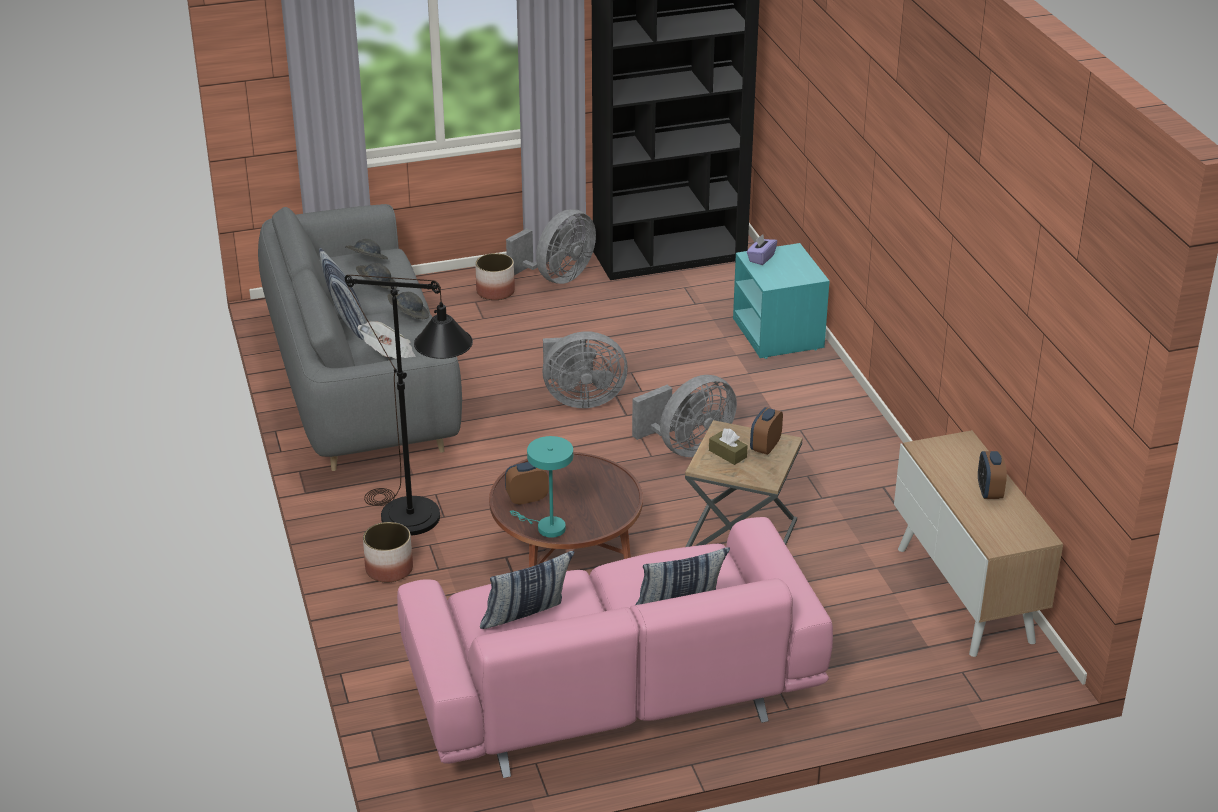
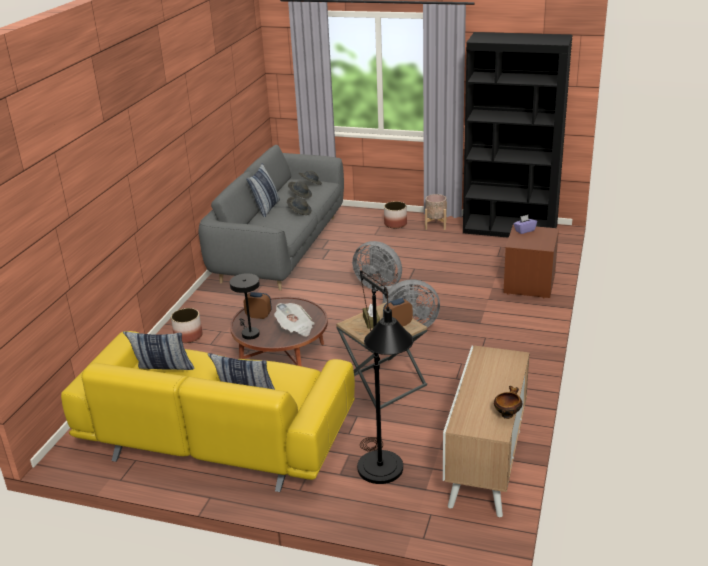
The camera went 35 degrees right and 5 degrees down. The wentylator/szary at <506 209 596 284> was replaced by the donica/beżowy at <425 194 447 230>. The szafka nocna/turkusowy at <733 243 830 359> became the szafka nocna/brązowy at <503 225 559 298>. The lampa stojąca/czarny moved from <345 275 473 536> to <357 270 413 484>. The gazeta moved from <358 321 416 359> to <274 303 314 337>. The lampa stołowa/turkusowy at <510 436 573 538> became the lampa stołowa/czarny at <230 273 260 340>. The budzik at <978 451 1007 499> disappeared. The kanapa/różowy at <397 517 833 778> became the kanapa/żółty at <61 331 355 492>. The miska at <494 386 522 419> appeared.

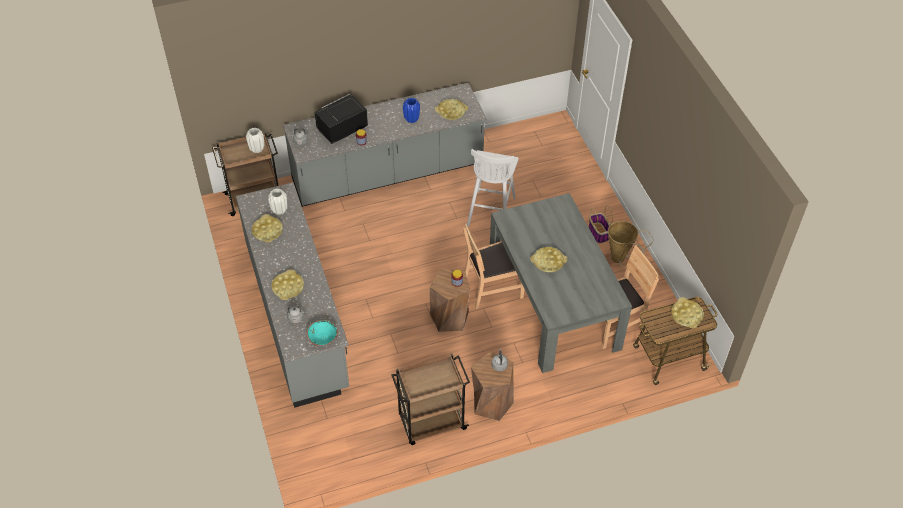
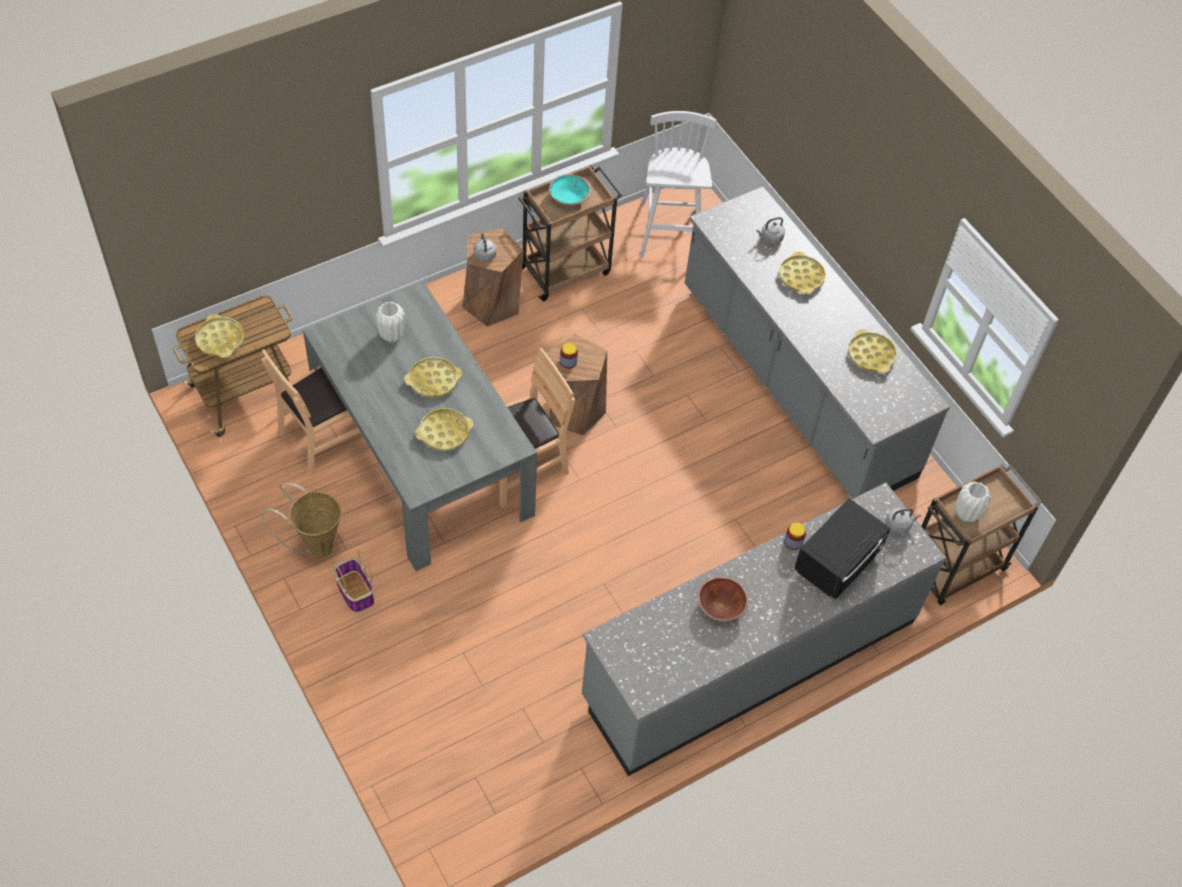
The camera went 165 degrees right and 5 degrees up. The wazon/niebieski at <403 98 420 123> was replaced by the miska/brązowy at <698 577 748 621>. The taca/żółty moved from <435 99 468 120> to <415 408 474 451>. The stołek/biały moved from <467 149 519 227> to <640 111 716 258>. The wazon/biały moved from <268 188 287 215> to <375 302 405 342>. The miska/turkusowy moved from <306 320 338 346> to <549 174 591 205>.

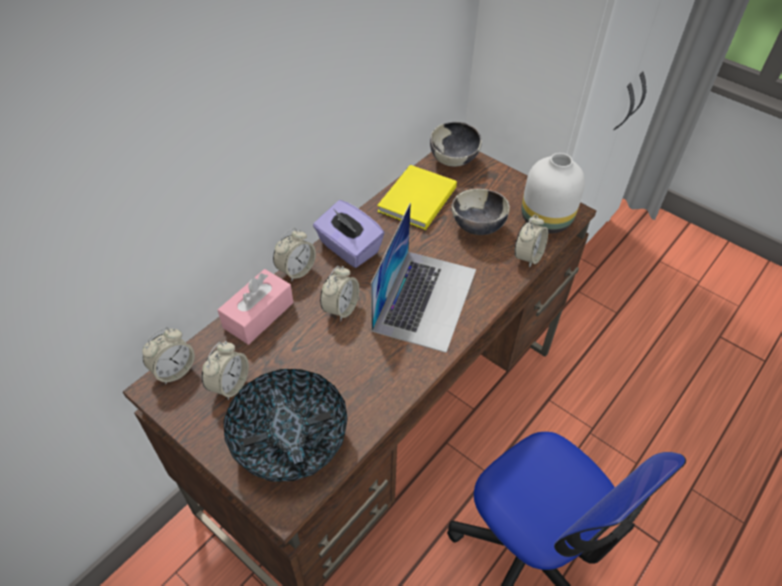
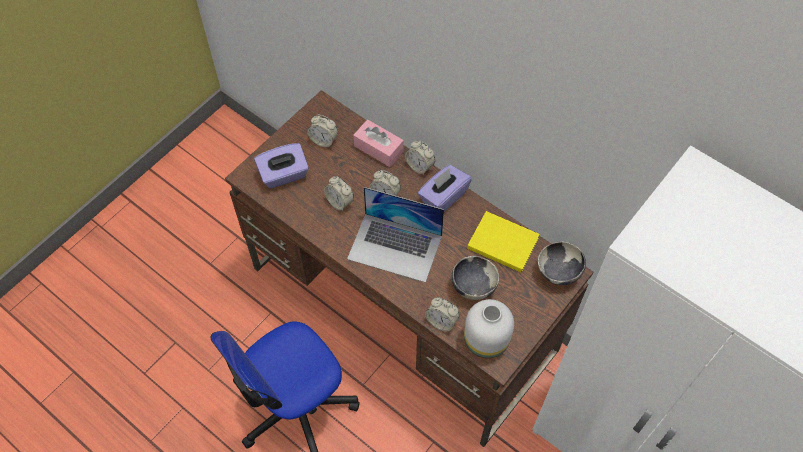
The camera went 90 degrees right and 10 degrees up. The budzik moved from <142 327 195 385> to <324 176 354 211>. The miska at <223 369 348 482> was replaced by the pudełko chusteczek/fioletowy at <254 143 309 189>.

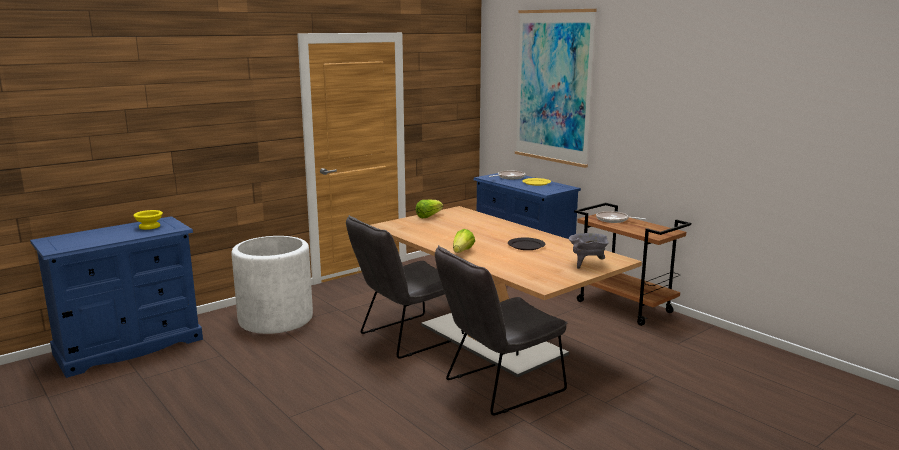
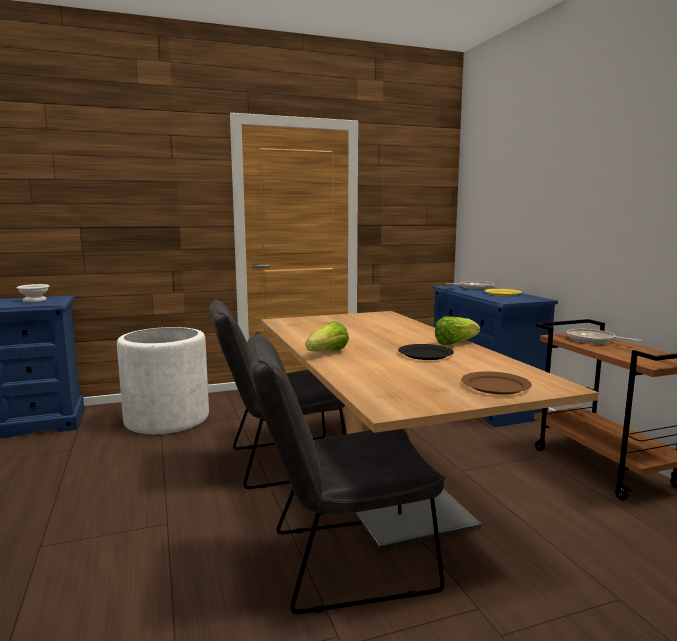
The camera went 20 degrees right and 5 degrees down. The obraz at <515 9 597 168> disappeared. The sałata moved from <416 200 443 218> to <435 316 480 345>. The miska/żółty at <133 210 163 230> became the miska/biały at <17 284 50 302>. The garnek/szary at <569 233 609 269> was replaced by the talerz/brązowy at <462 371 532 395>.

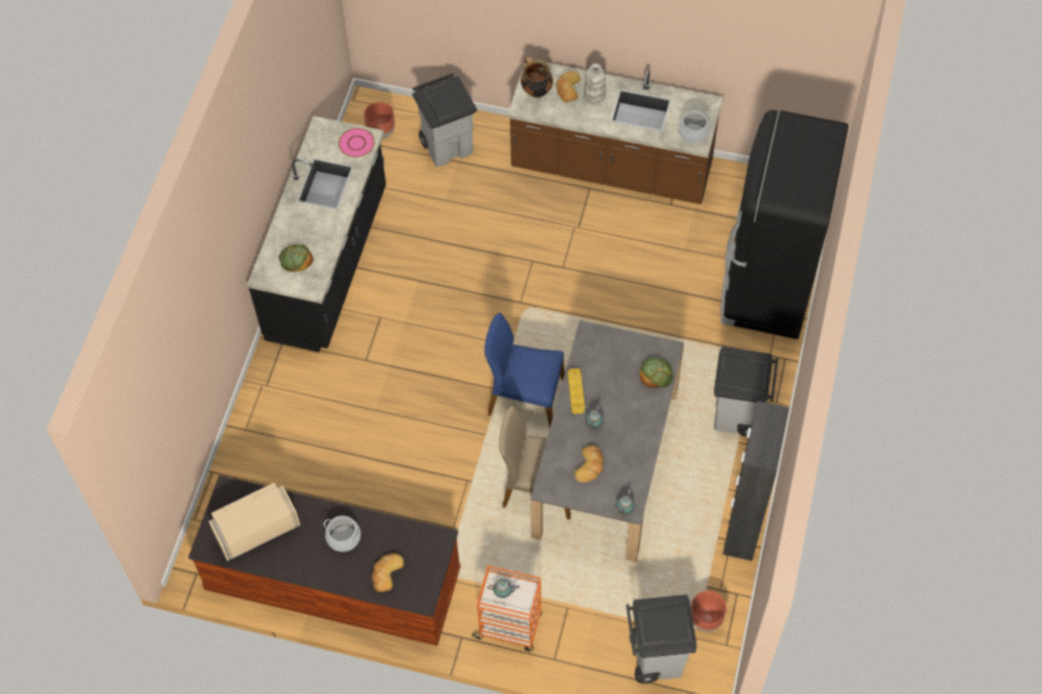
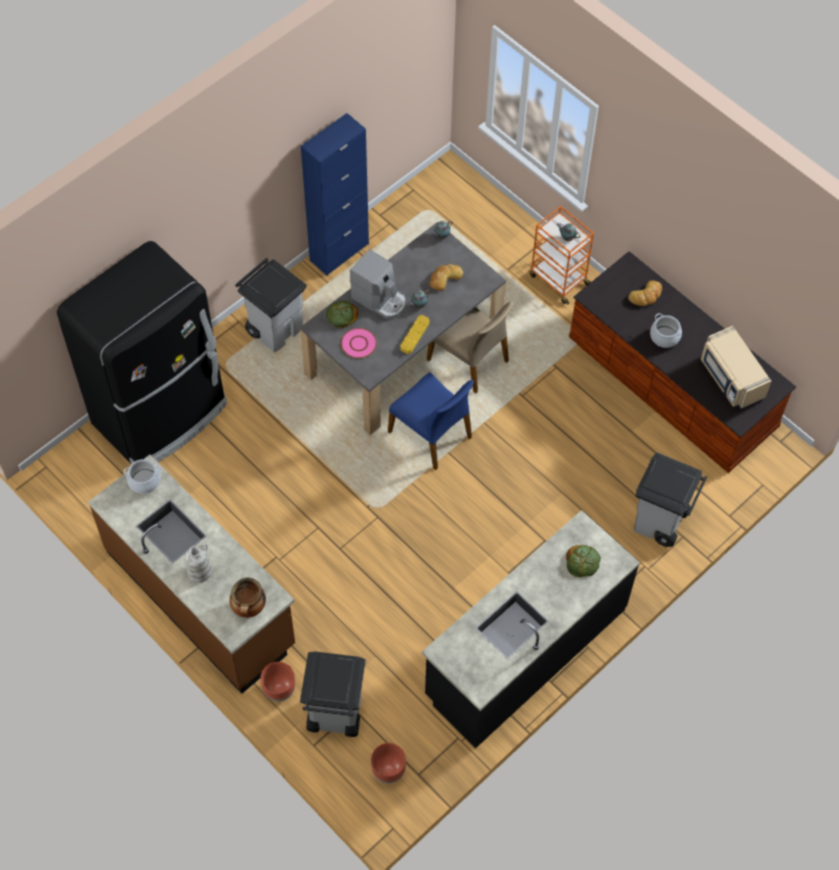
The camera went 150 degrees left and 0 degrees up. The chleb at <556 71 580 102> disappeared. The talerz/różowy moved from <339 128 375 157> to <341 328 377 358>. The szafka/czarny at <723 401 789 561> became the szafka/niebieski at <301 113 369 276>. The mikrofalówka/beżowy at <209 483 300 562> turned 60 degrees clockwise. The donica/brązowy moved from <691 591 726 632> to <260 662 295 702>. The kosz na śmieci/szary moved from <626 594 697 684> to <634 452 707 547>. The ekspres do kawy at <350 249 406 319> appeared.

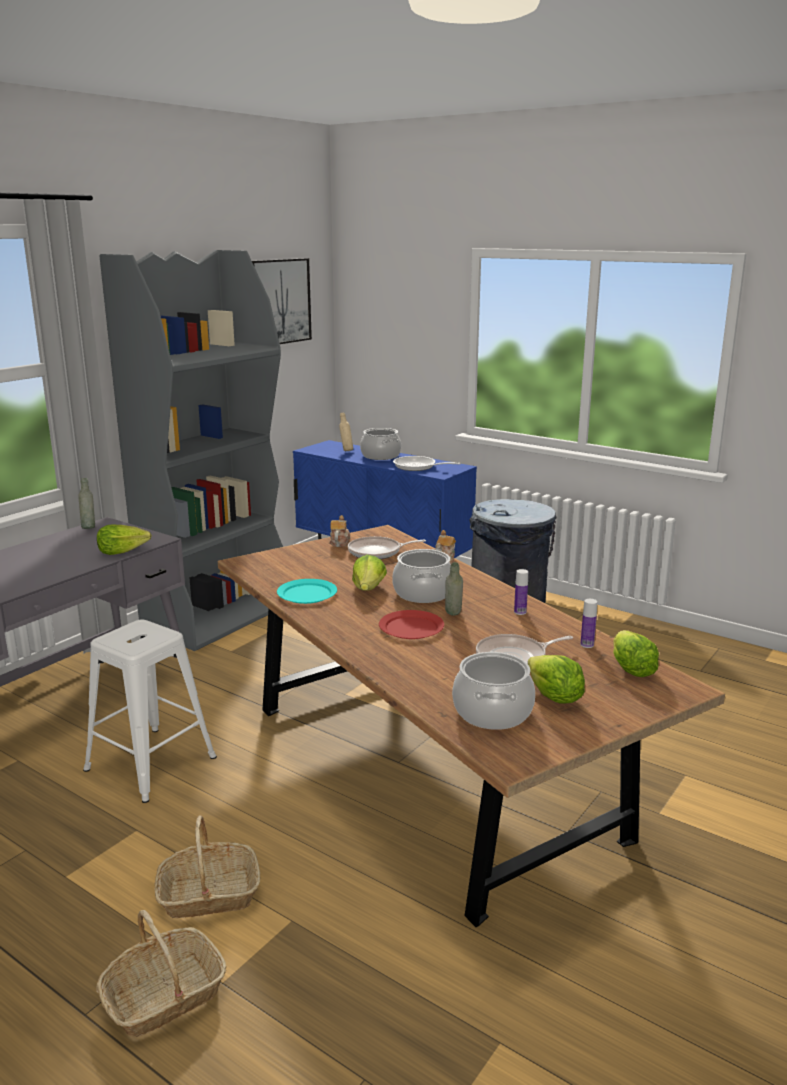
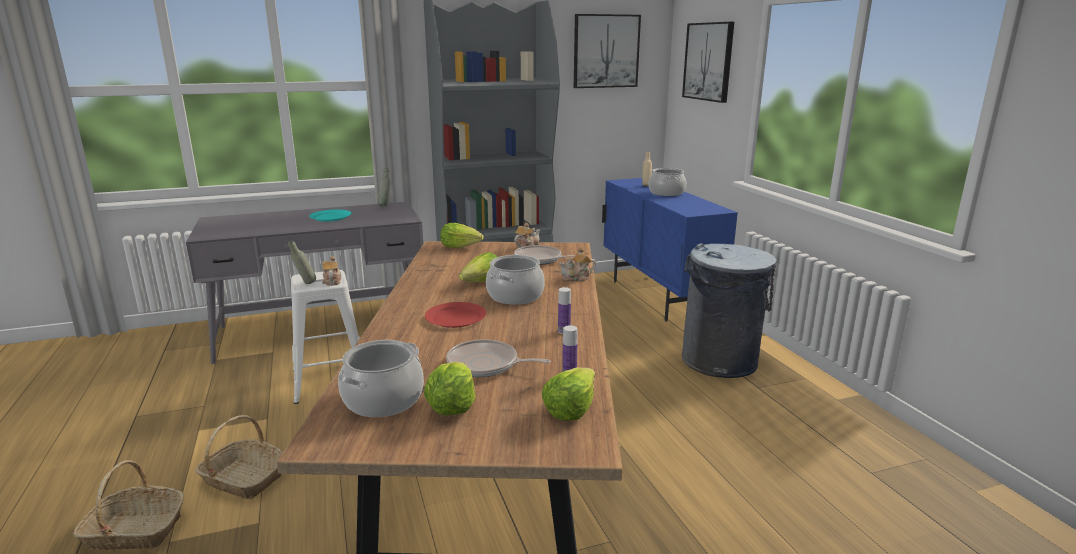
The camera went 35 degrees right and 0 degrees up. The patelnia at <393 456 461 471> disappeared. The sałata moved from <97 525 152 555> to <440 223 484 248>. The butelka/szary moved from <445 562 463 616> to <288 241 316 284>. The talerz/turkusowy moved from <277 579 337 604> to <309 209 352 221>. The obraz at <682 22 734 103> appeared. The imbryk at <322 256 341 286> appeared.

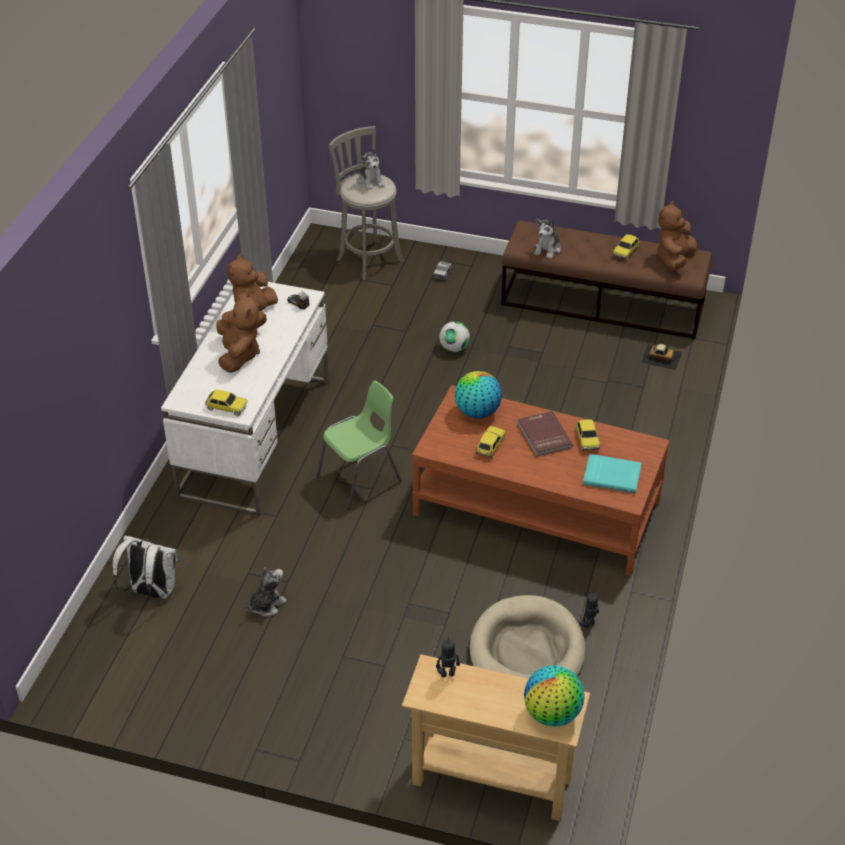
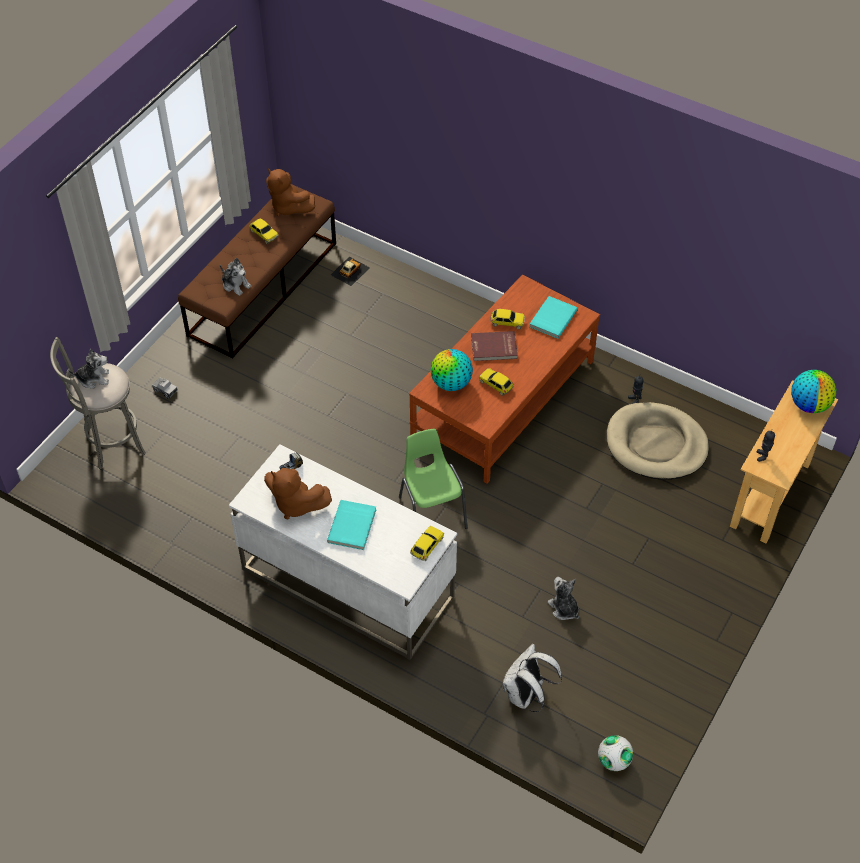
The camera went 75 degrees left and 10 degrees up. The pluszak/brązowy at <216 293 260 373> was replaced by the książka/turkusowy at <327 500 376 550>. The piłka futbolowa moved from <439 321 470 352> to <598 735 633 771>.

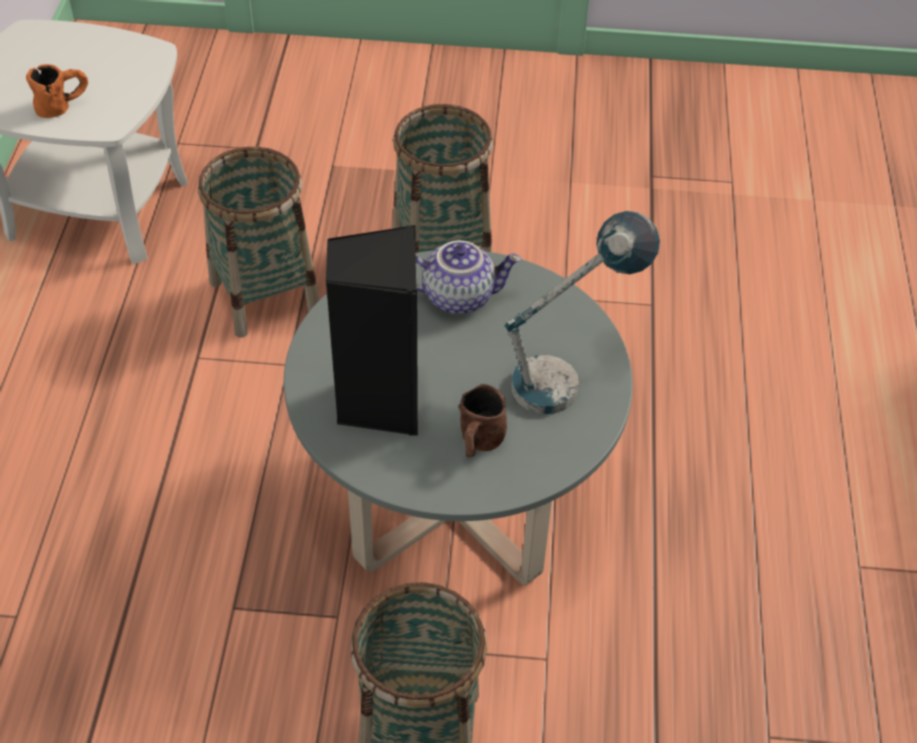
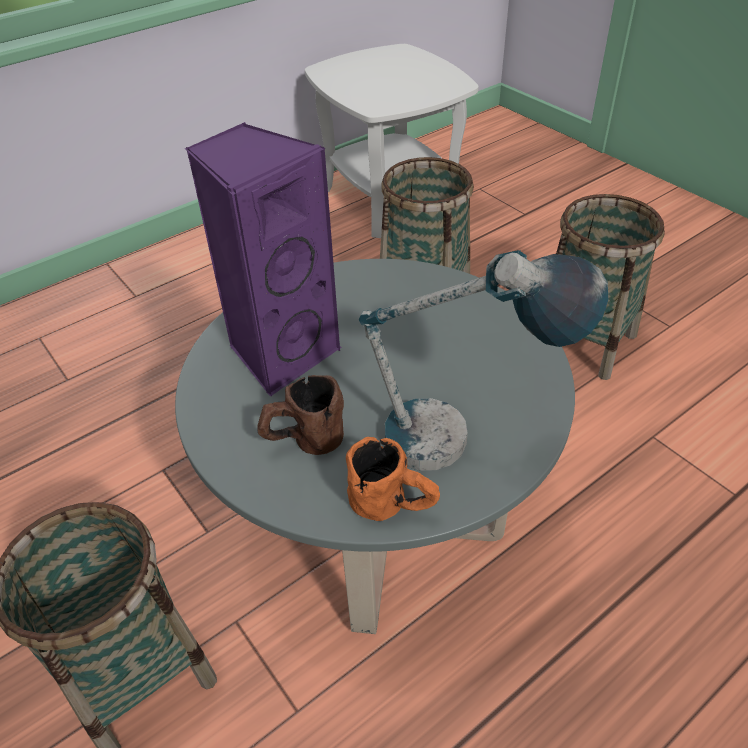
The camera went 50 degrees right and 5 degrees down. The kubek/pomarańczowy moved from <26 64 88 118> to <346 437 440 521>. The głośnik/czarny at <326 225 418 436> became the głośnik/fioletowy at <185 122 341 397>. The imbryk at <416 240 522 314> disappeared.

